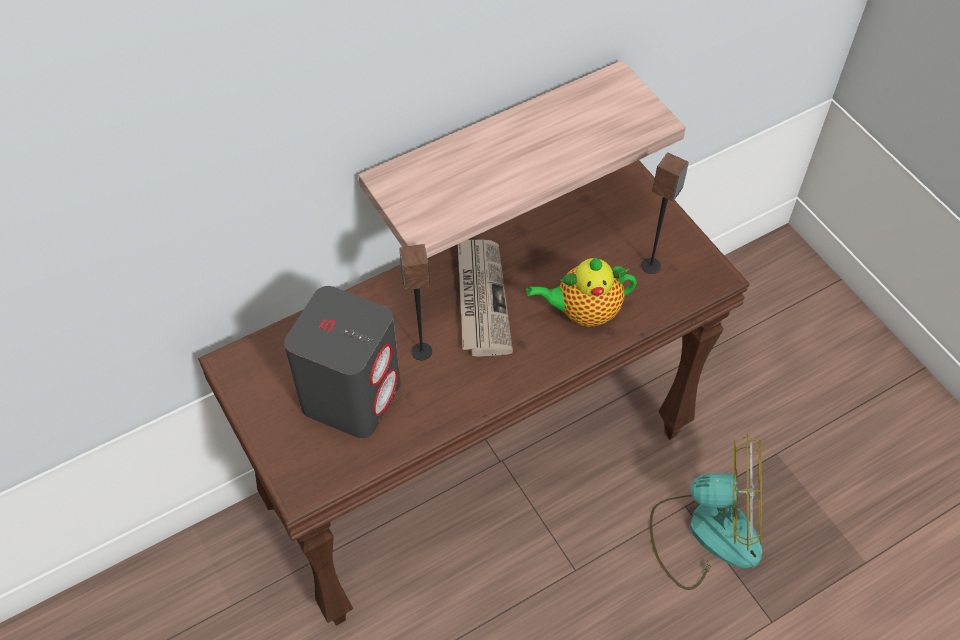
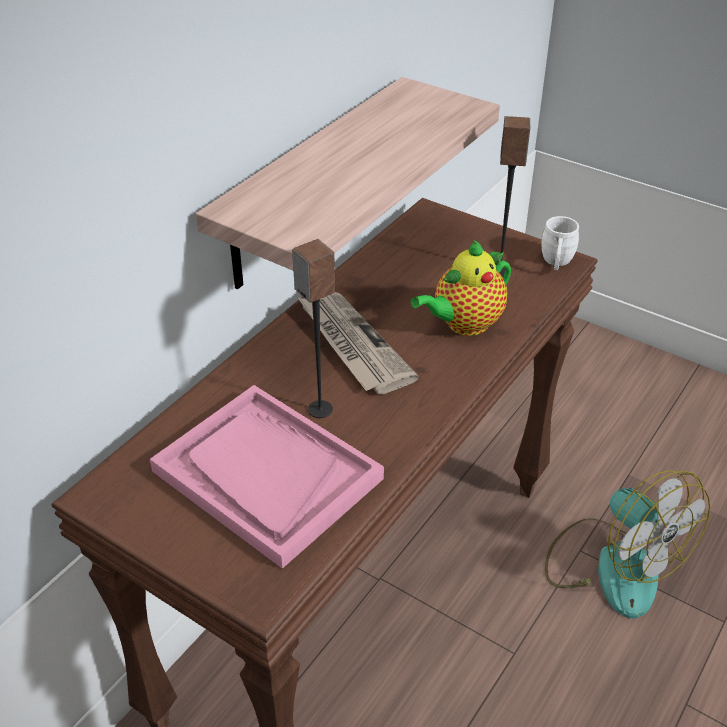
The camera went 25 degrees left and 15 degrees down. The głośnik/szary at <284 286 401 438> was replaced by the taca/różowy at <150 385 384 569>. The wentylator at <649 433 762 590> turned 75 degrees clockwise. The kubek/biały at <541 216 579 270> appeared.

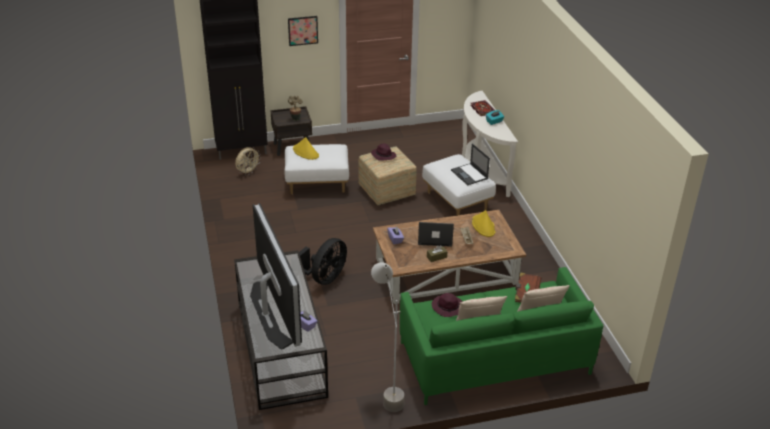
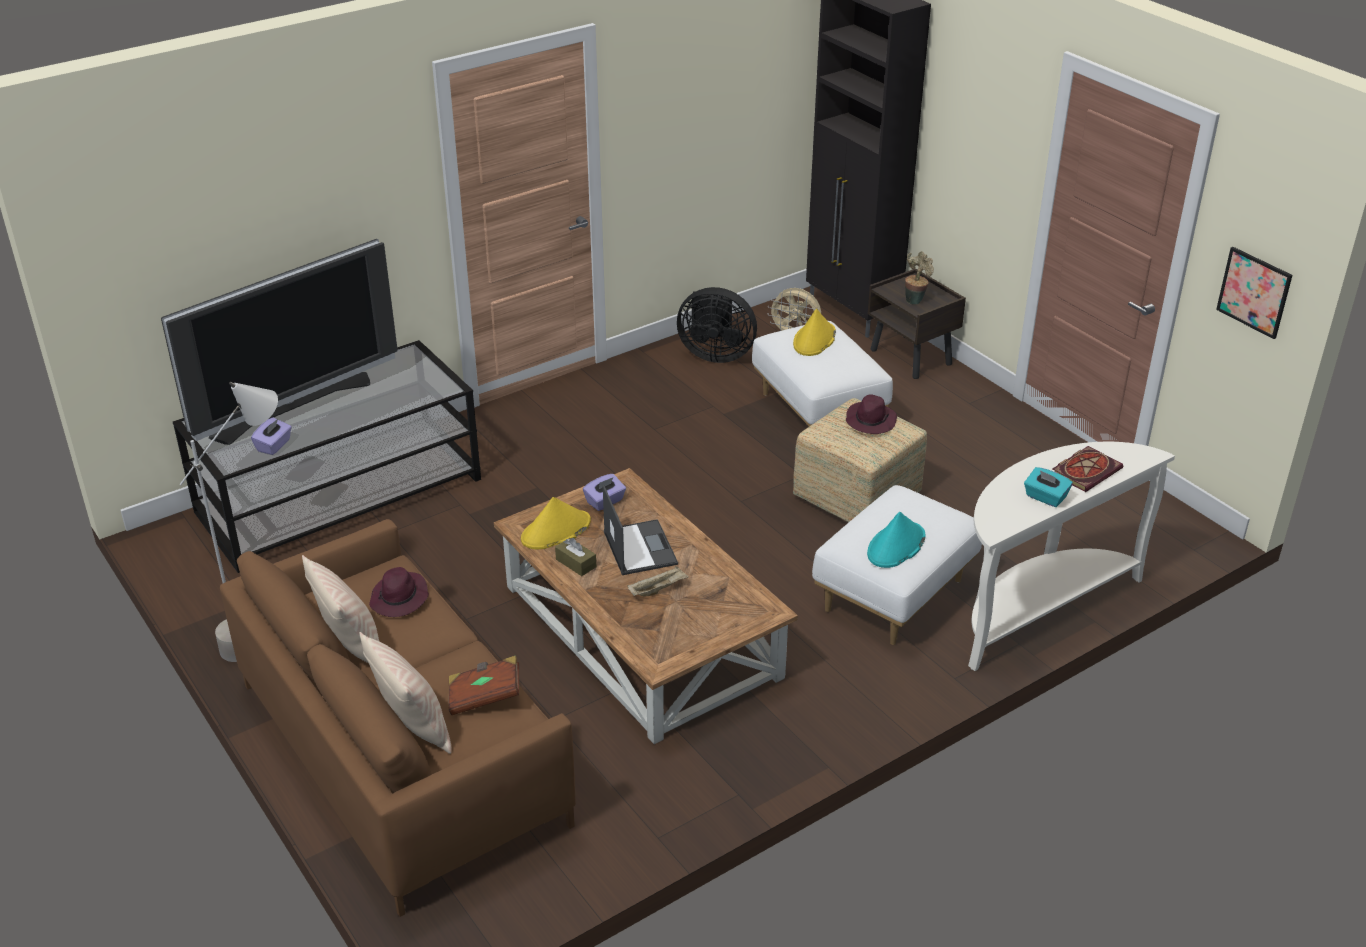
The camera went 70 degrees right and 0 degrees up. The obraz moved from <288 16 318 46> to <1216 247 1292 339>. The laptop at <451 143 490 185> was replaced by the kapelusz/turkusowy at <867 512 926 568>. The kapelusz/żółty moved from <472 210 496 237> to <521 497 591 549>. The wentylator/czarny moved from <299 238 347 285> to <677 287 757 363>. The kanapa/zielony at <400 267 604 405> became the kanapa/brązowy at <220 519 576 917>.

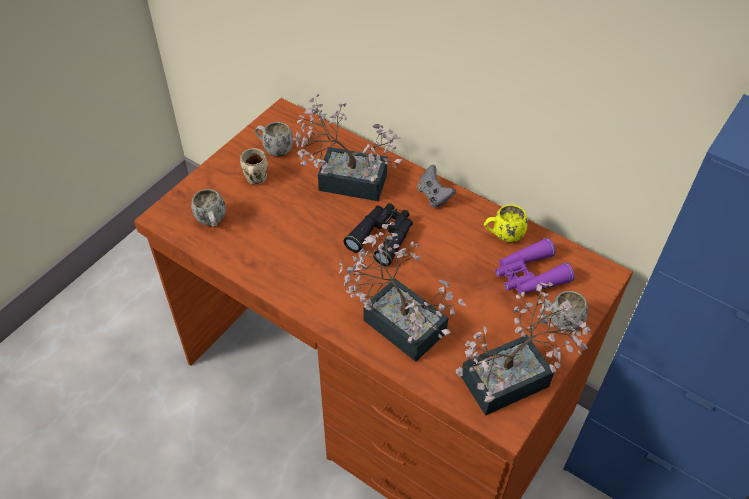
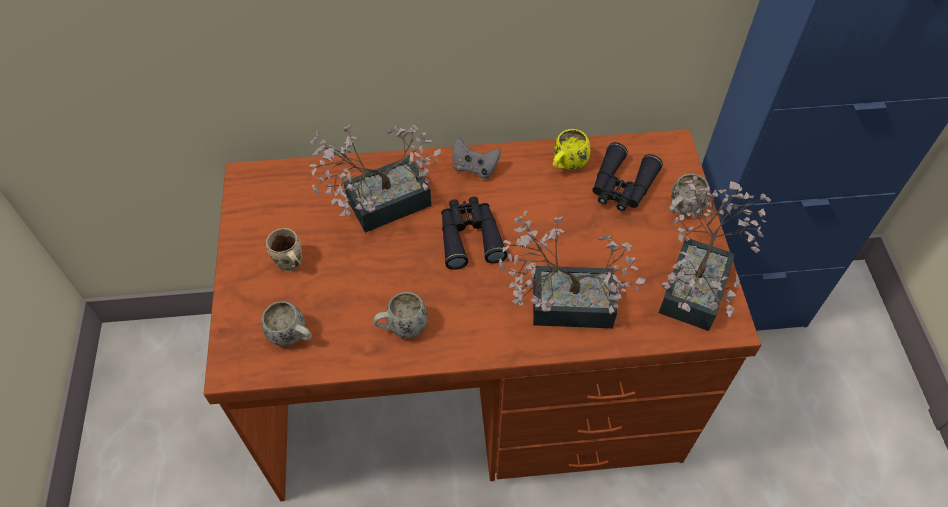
The camera went 40 degrees left and 5 degrees up. The kubek/biały moved from <255 122 293 156> to <373 292 428 338>. The lornetka/fioletowy at <495 238 575 295> became the lornetka/czarny at <592 142 663 211>.

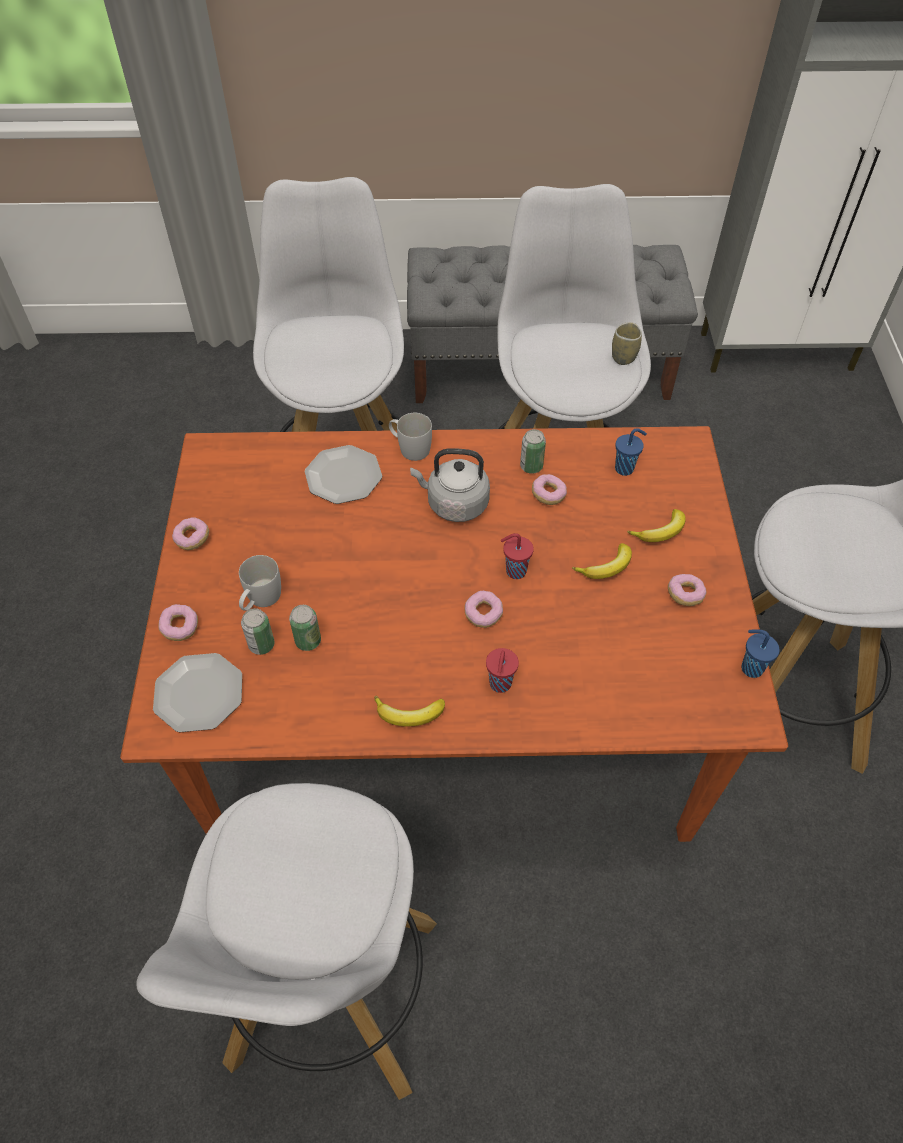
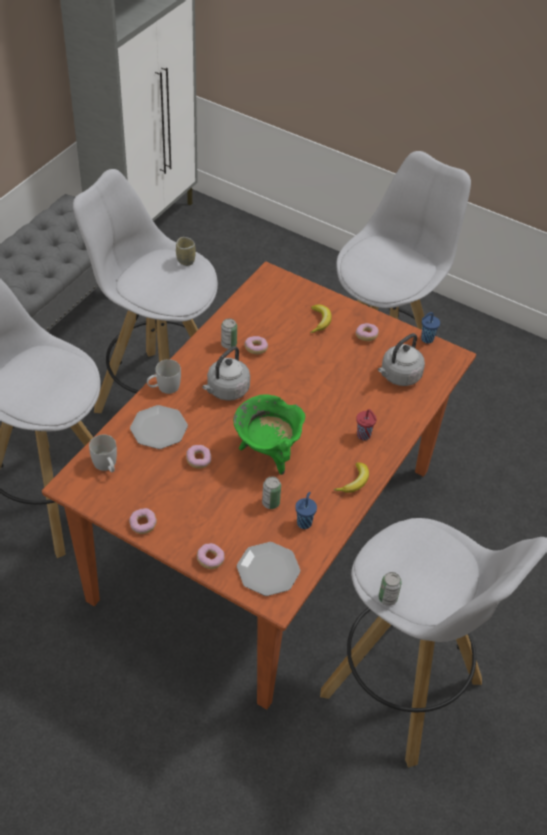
The camera went 60 degrees left and 5 degrees down. The filiżanka/niebieski moved from <615 428 647 476> to <295 492 317 529>. The filiżanka/czerwony at <501 533 534 579> disappeared. The banan at <572 543 632 579> disappeared. The kubek/biały moved from <239 555 281 611> to <89 435 117 472>. The donut moved from <464 591 503 628> to <186 445 211 468>. The puszka moved from <241 608 275 655> to <379 572 402 606>. The czajnik/szary at <378 333 425 386> appeared. The garnek/zielony at <233 394 305 475> appeared.

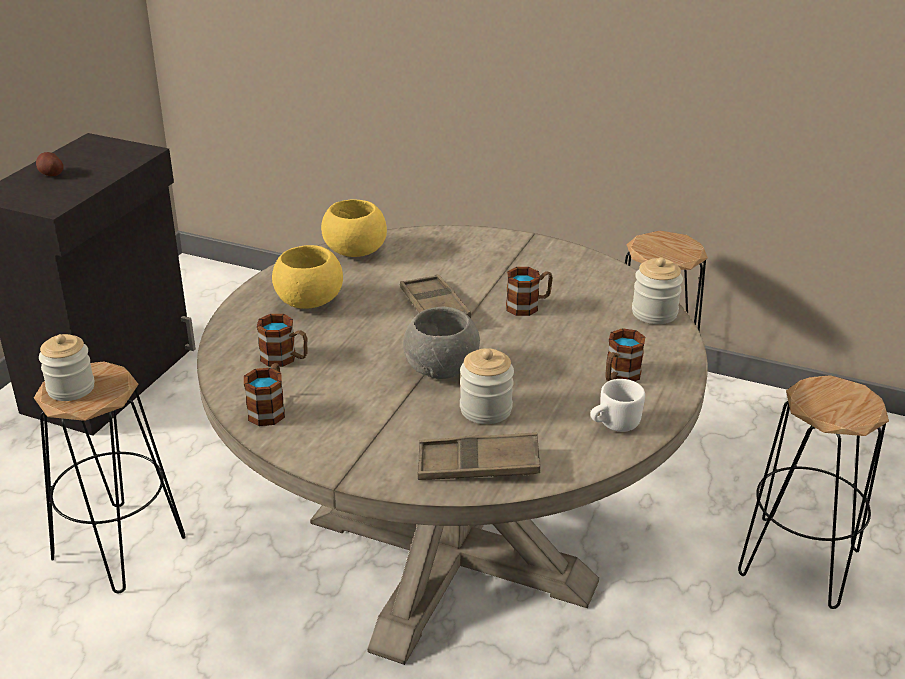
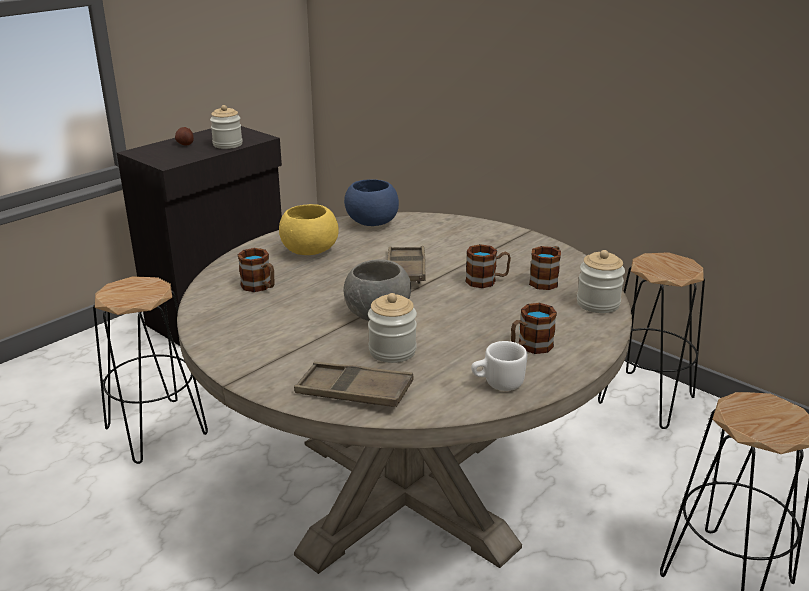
The camera went 20 degrees right and 5 degrees down. The miska/żółty at <321 199 387 257> became the miska/niebieski at <344 179 399 226>. The słoik moved from <39 334 95 401> to <210 105 243 149>. The kubek moved from <244 363 285 426> to <529 246 561 290>.

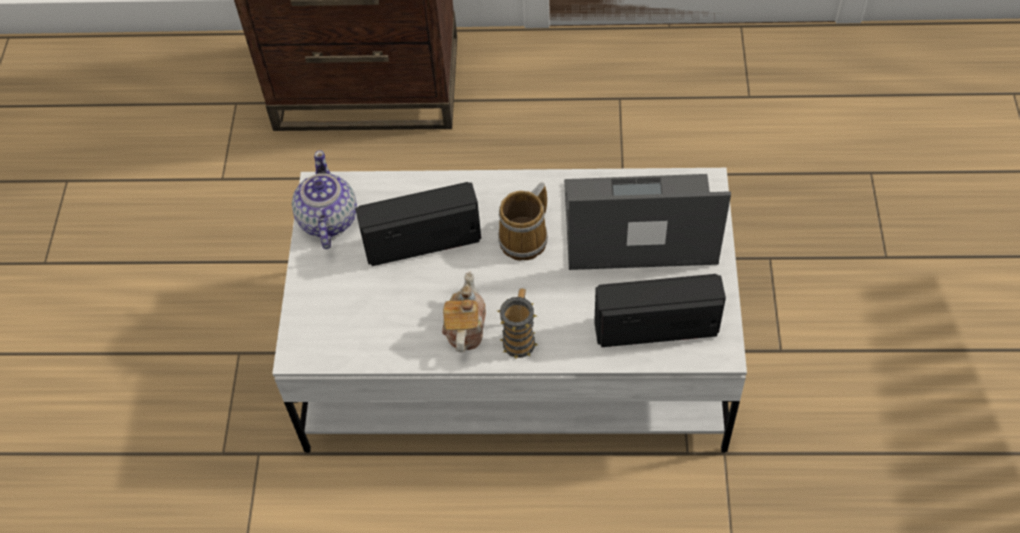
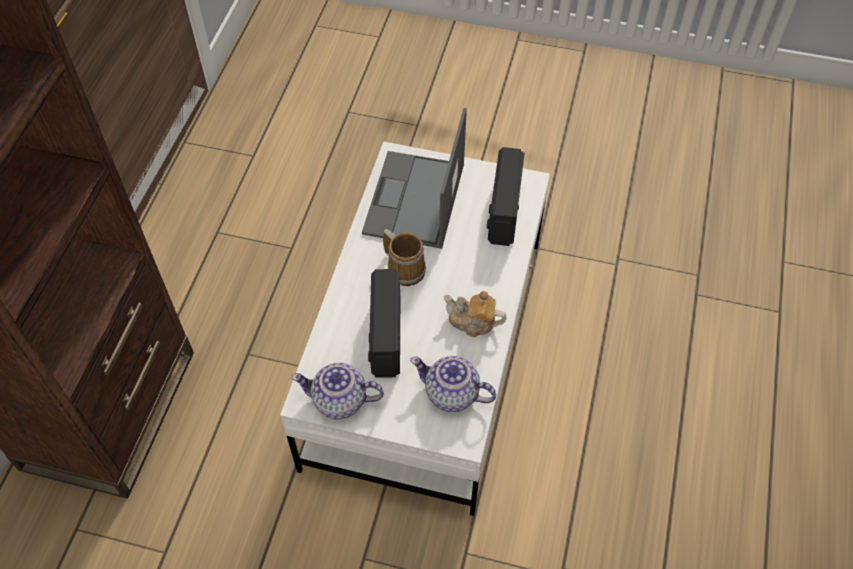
The camera went 80 degrees left and 0 degrees up. The kubek at <498 288 538 359> disappeared. The imbryk at <410 356 496 412> appeared.

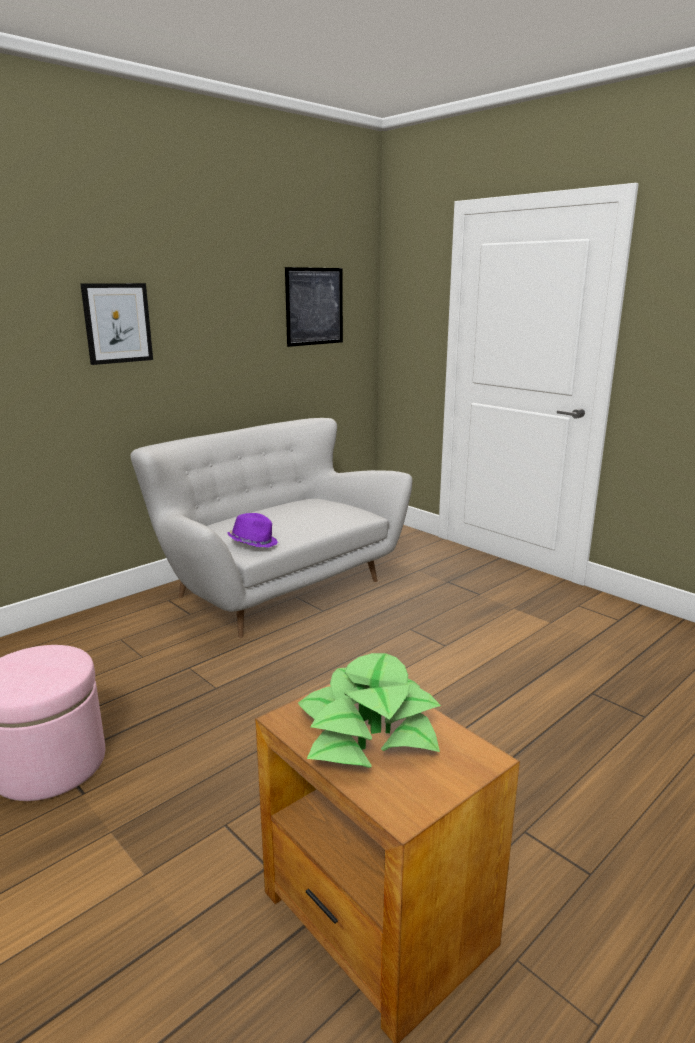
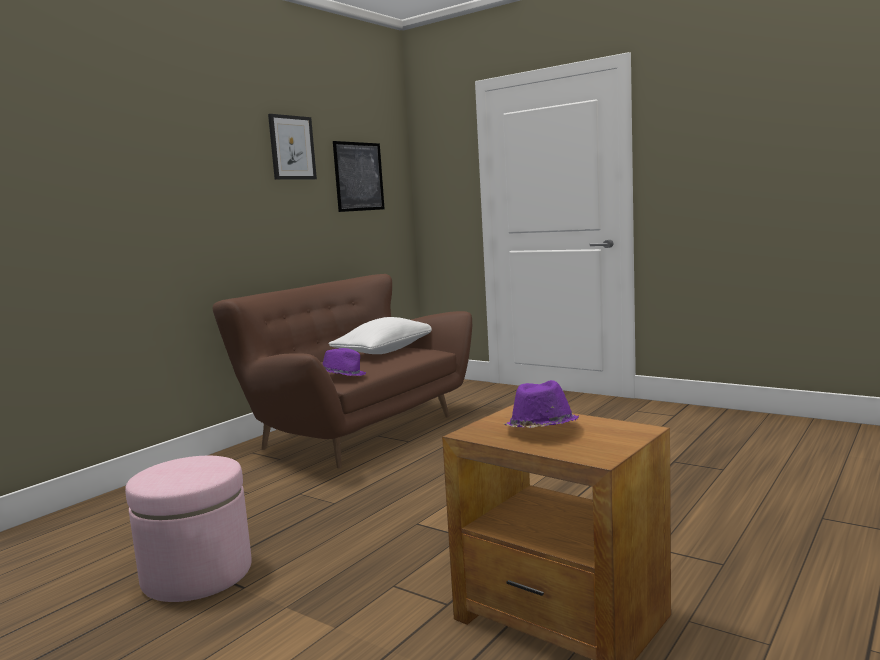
The camera went 10 degrees left and 10 degrees down. The obraz moved from <81 283 153 365> to <268 114 317 180>. The kanapa/biały at <130 418 412 638> became the kanapa/brązowy at <212 274 472 468>. The roślina doniczkowa at <298 653 441 768> was replaced by the kapelusz/fioletowy at <504 380 579 428>. The poduszka/biały at <328 317 432 354> appeared.

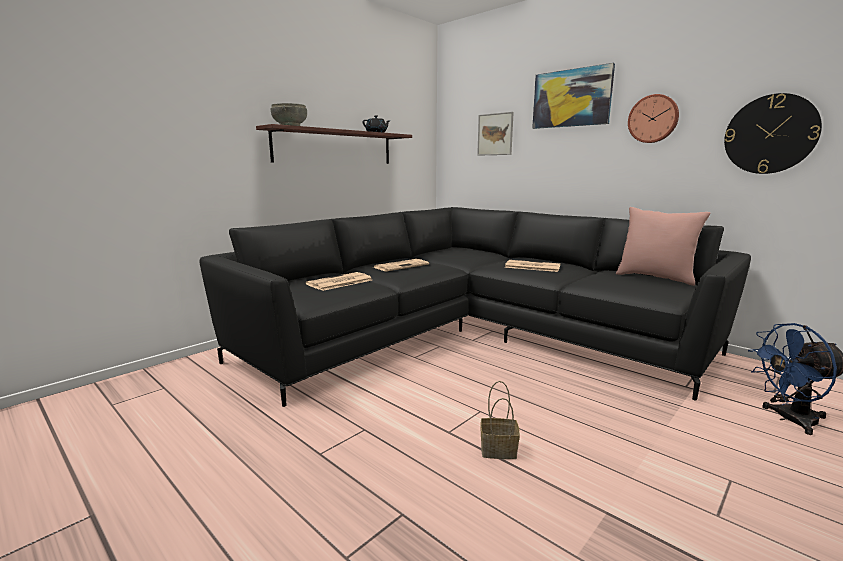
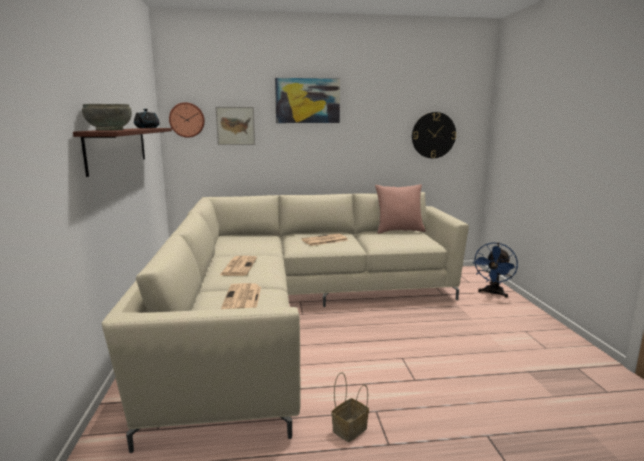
The camera went 50 degrees left and 0 degrees up. The zegar ścienny moved from <628 94 679 143> to <169 102 205 138>. The kanapa/czarny at <199 207 751 407> became the kanapa/beżowy at <102 192 469 453>. The koszyk moved from <480 381 520 459> to <331 372 369 442>.

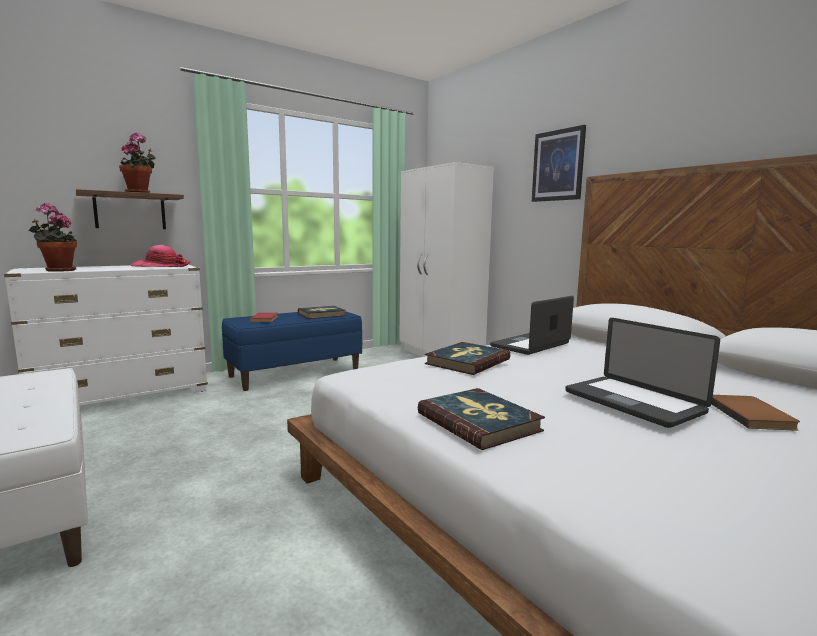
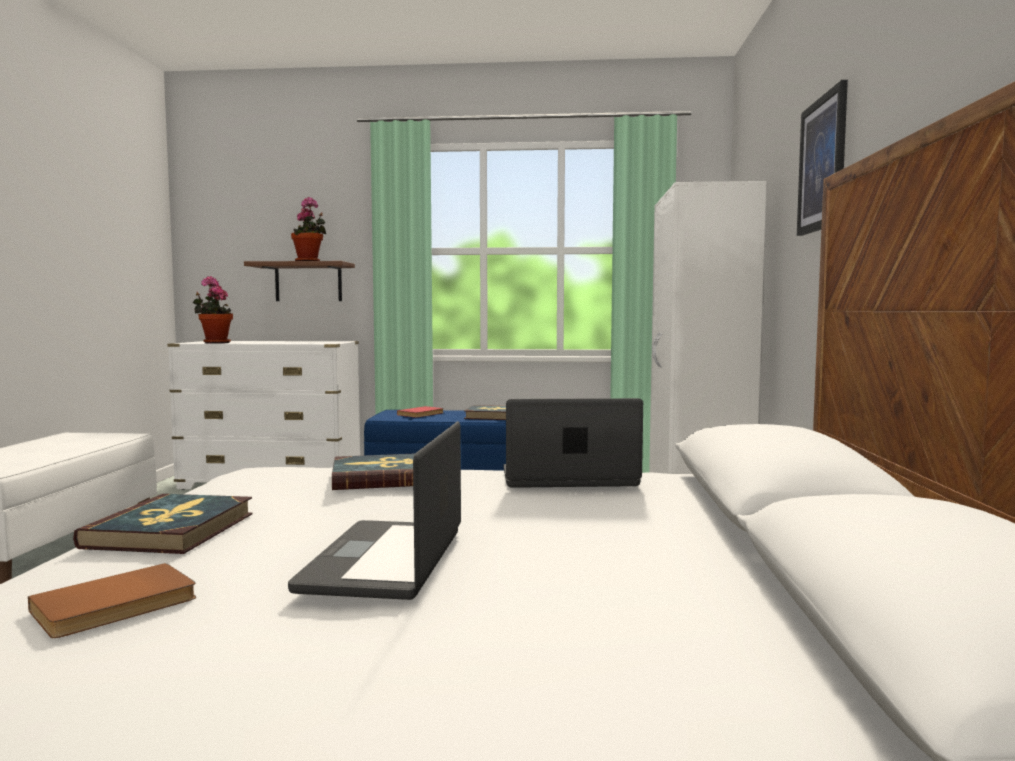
The camera went 40 degrees right and 5 degrees down. The kapelusz at <131 245 190 267> disappeared. The książka/brązowy moved from <712 395 800 431> to <28 563 196 638>.

